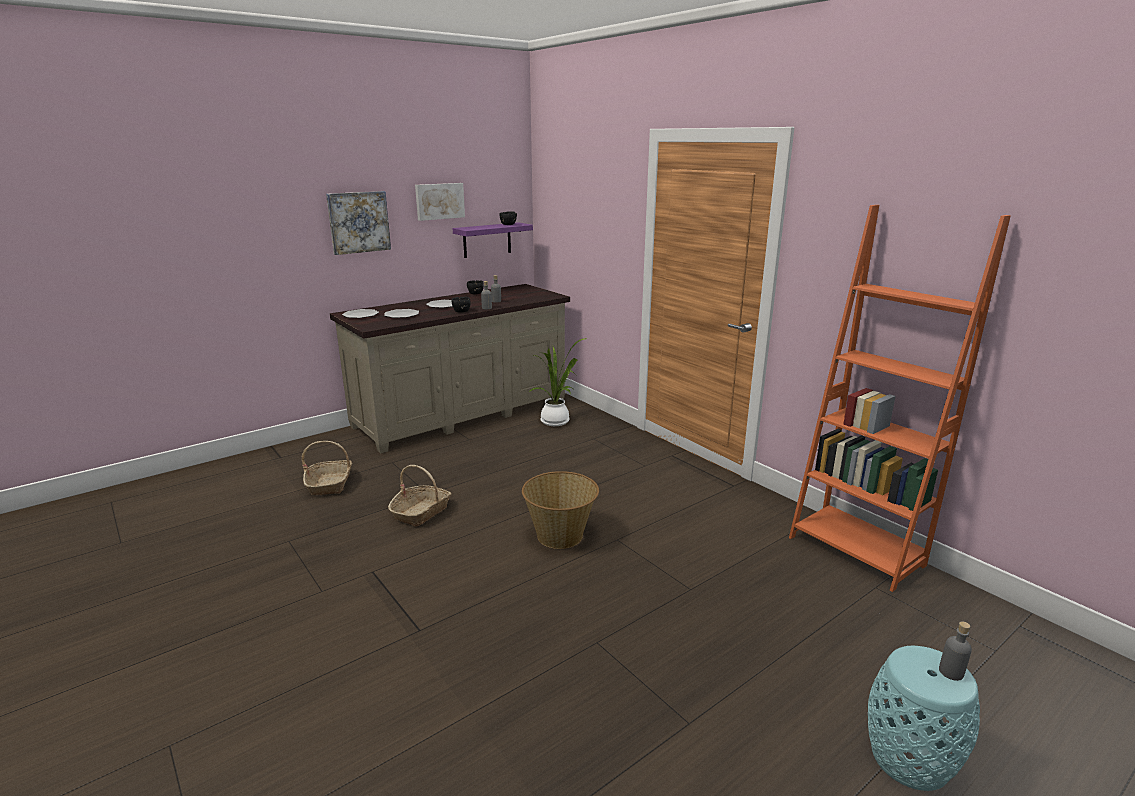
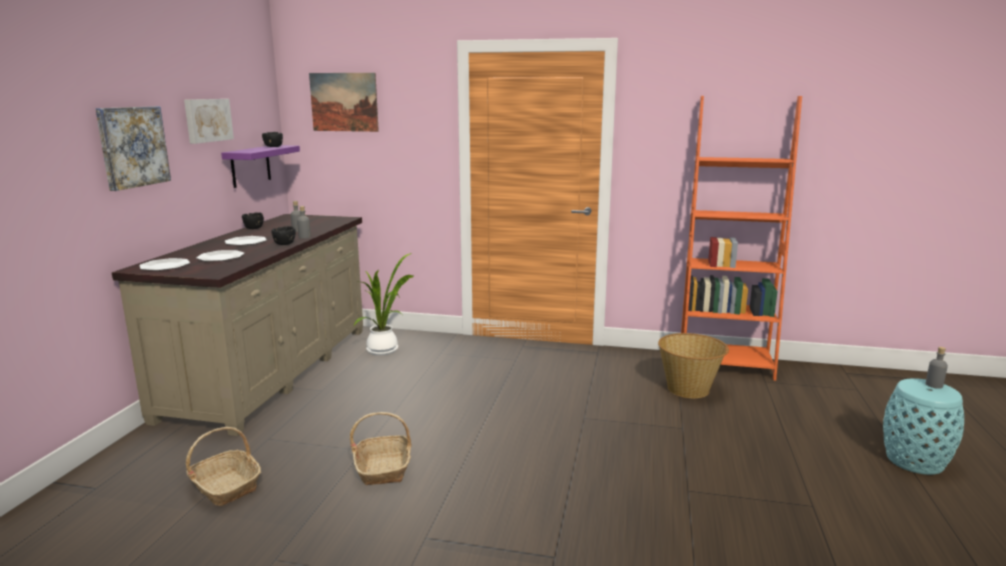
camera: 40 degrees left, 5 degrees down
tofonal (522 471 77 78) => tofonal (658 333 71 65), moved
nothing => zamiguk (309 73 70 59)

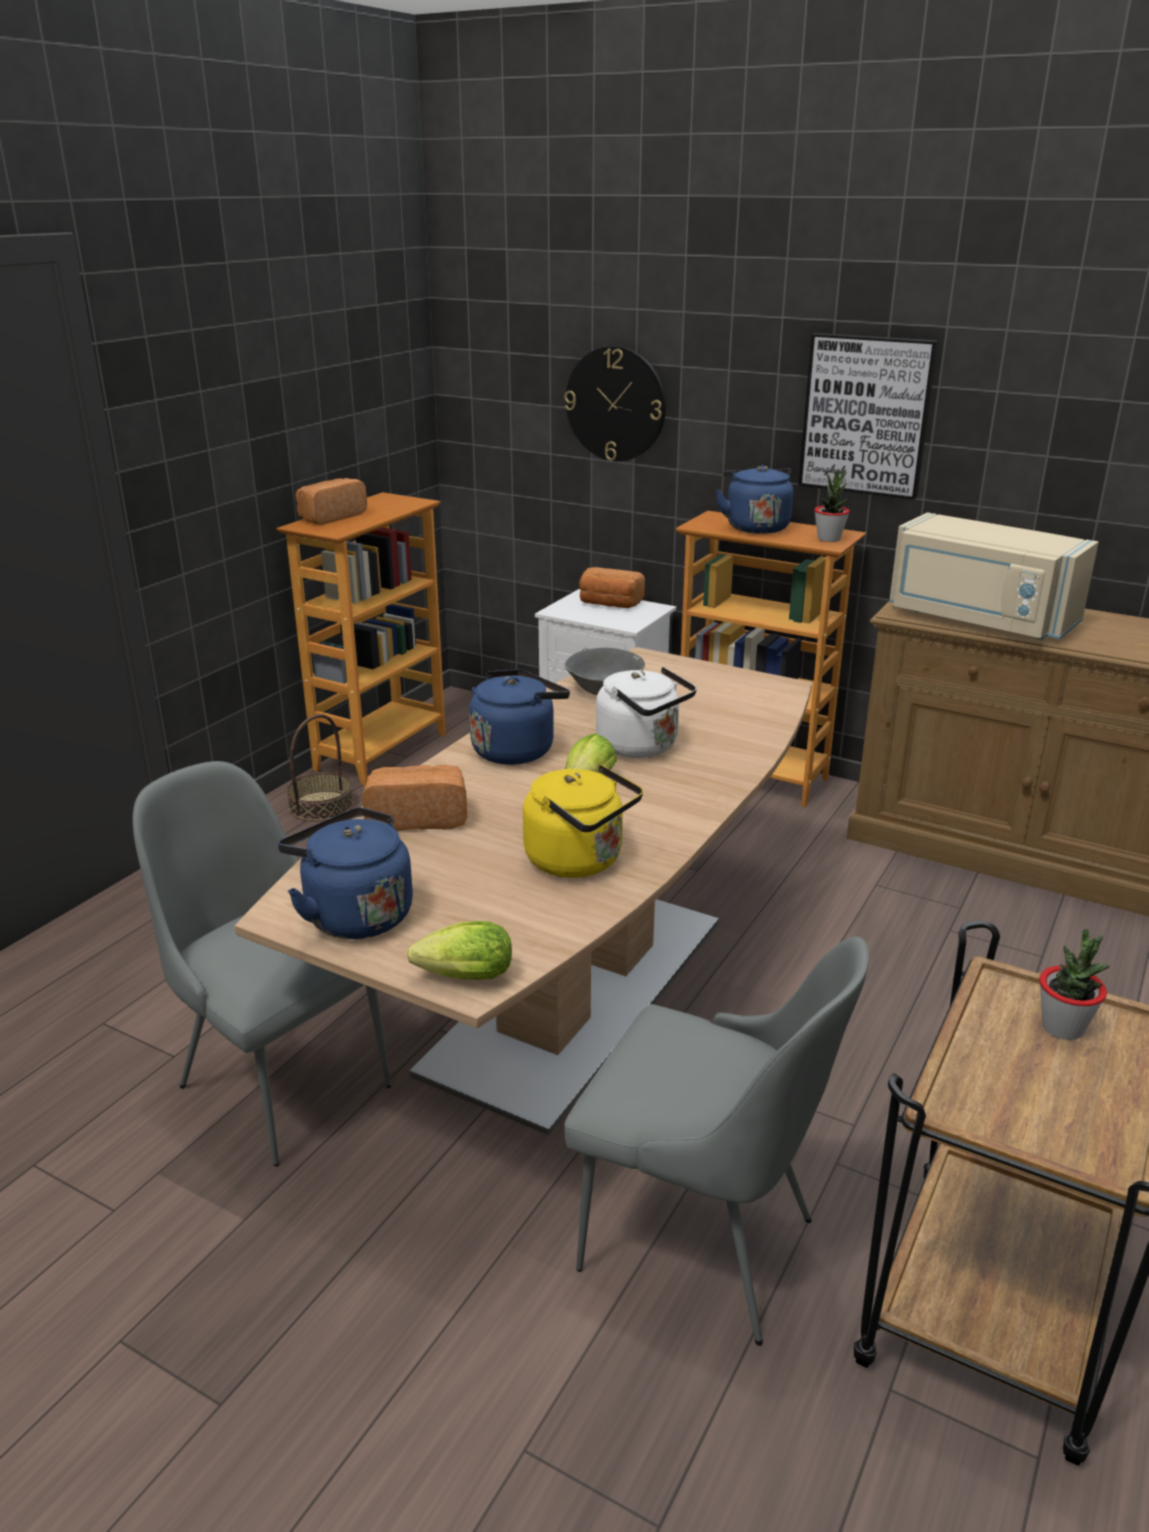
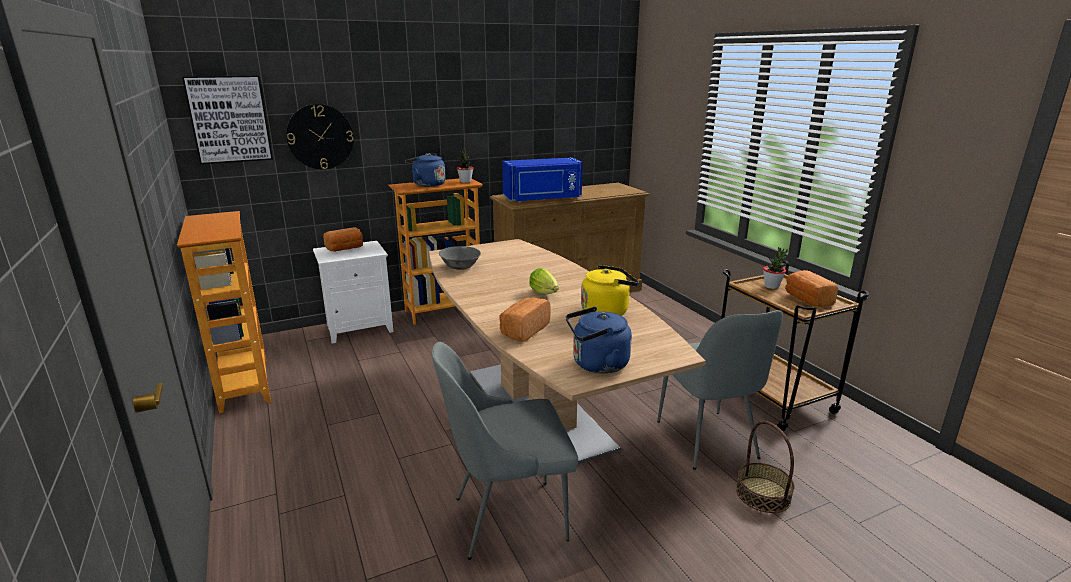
camera: 55 degrees left, 5 degrees down
zamiguk (798 333 140 167) => zamiguk (182 75 91 89), moved
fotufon (295 478 72 47) => fotufon (785 270 53 37), moved
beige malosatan (889 512 210 128) => blue malosatan (502 157 81 46)
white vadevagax (596 667 101 91) => nothing
blue vadevagax (469 669 101 96) => nothing
tofonal (287 714 66 108) => tofonal (736 421 58 92), moved
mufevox (407 921 105 58) => nothing
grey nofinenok (564 937 304 409) => grey nofinenok (657 310 126 160), 105 degrees clockwise

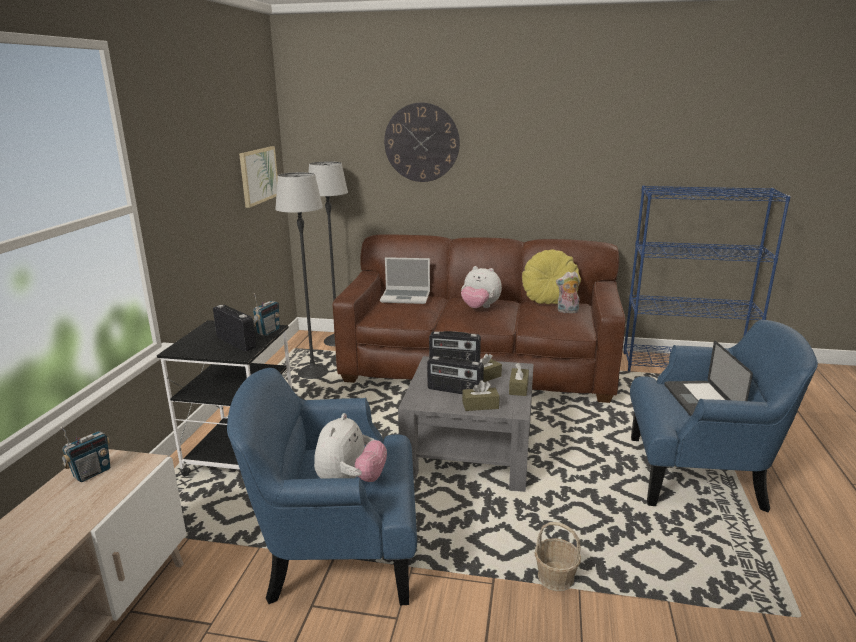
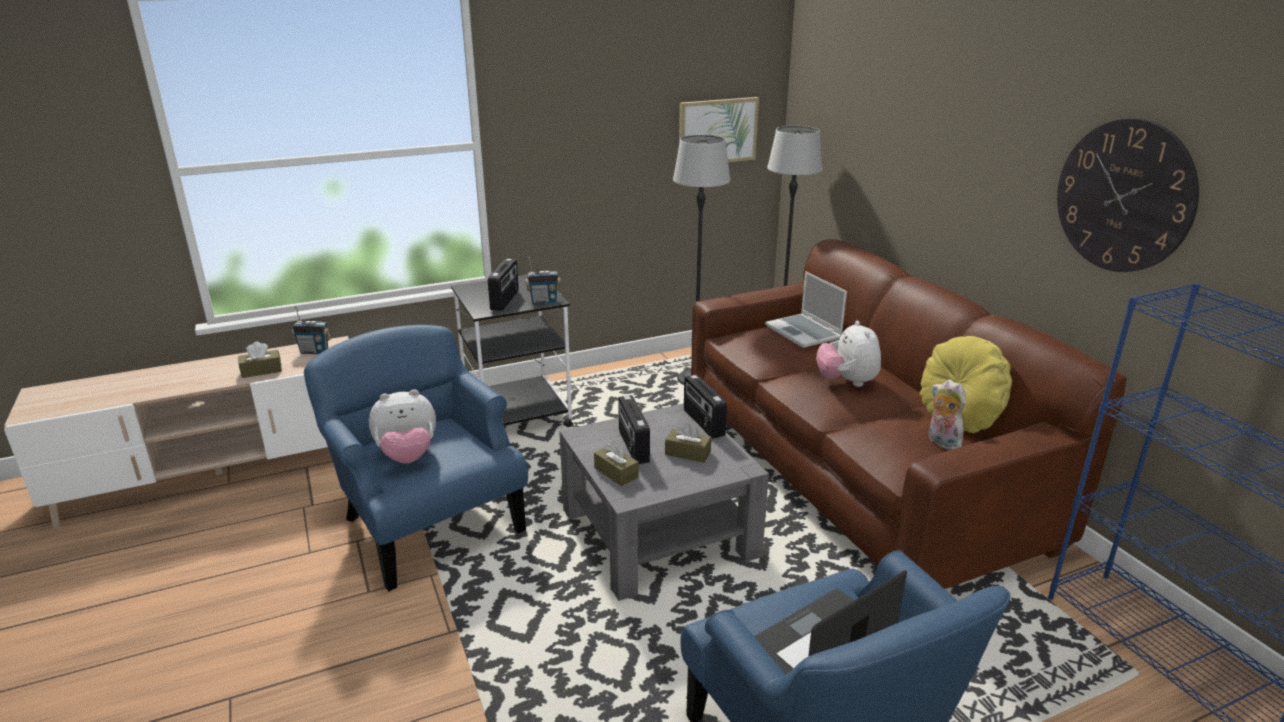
camera: 55 degrees right, 5 degrees up
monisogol (384 102 76 80) => monisogol (1057 118 142 154), moved
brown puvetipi (509 363 20 33) => brown puvetipi (239 342 43 36), moved
tofonal (534 522 47 69) => nothing

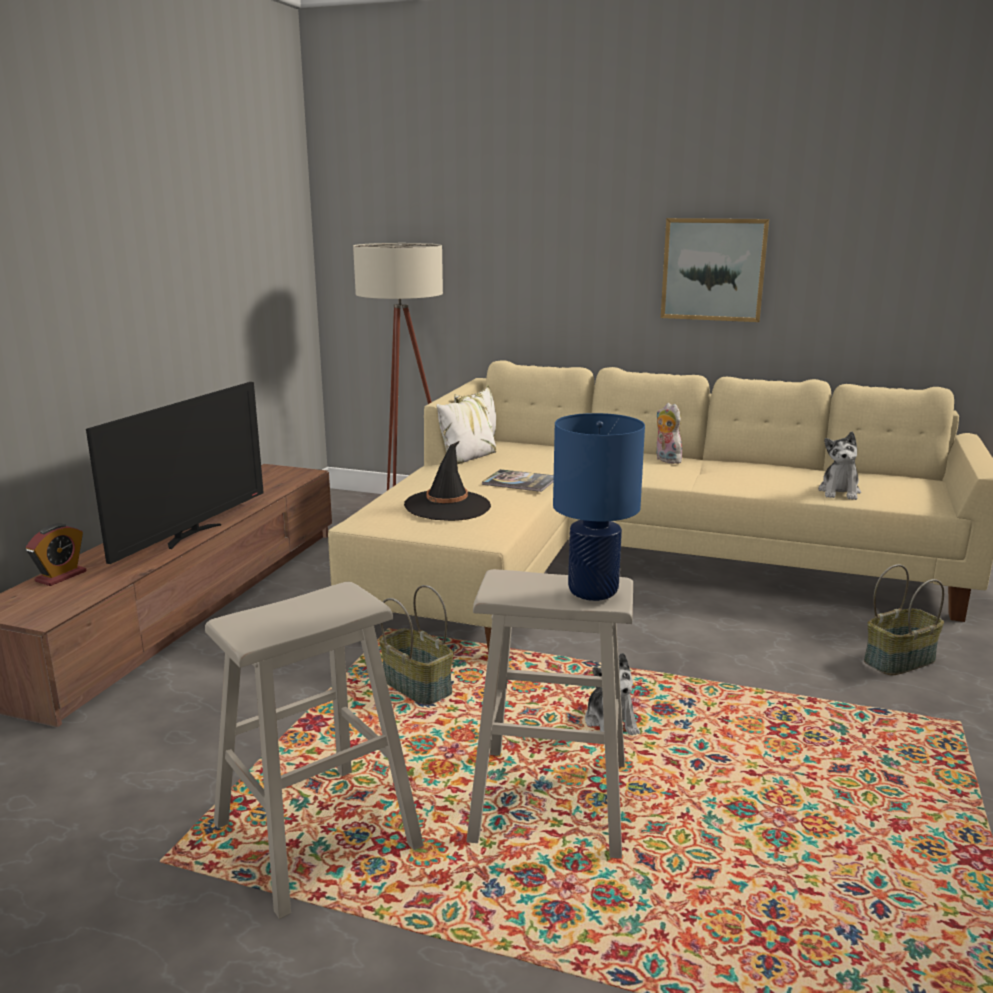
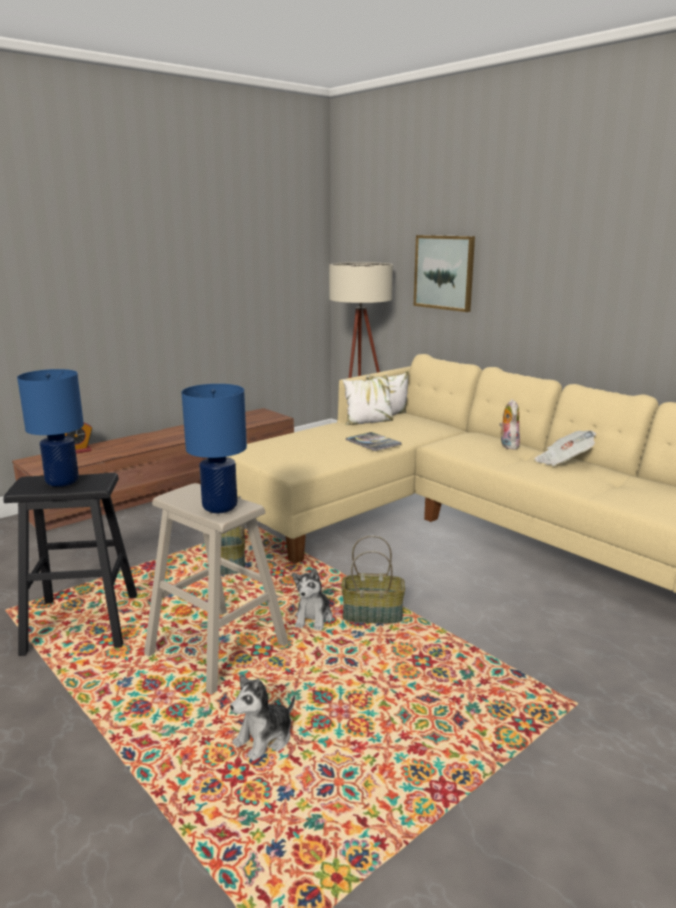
camera: 30 degrees right, 0 degrees up
zamiguk (661 218 108 104) => zamiguk (414 235 61 77), moved
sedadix (86 382 178 182) => nothing
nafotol (818 432 43 68) => nafotol (230 674 65 87), moved
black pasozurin (404 441 87 80) => nothing
tofonal (864 564 80 111) => tofonal (341 535 64 88), moved
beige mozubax (205 582 219 337) => black mozubax (3 473 134 183)
nothing => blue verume (17 369 67 118)
nothing => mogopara (534 430 62 36)

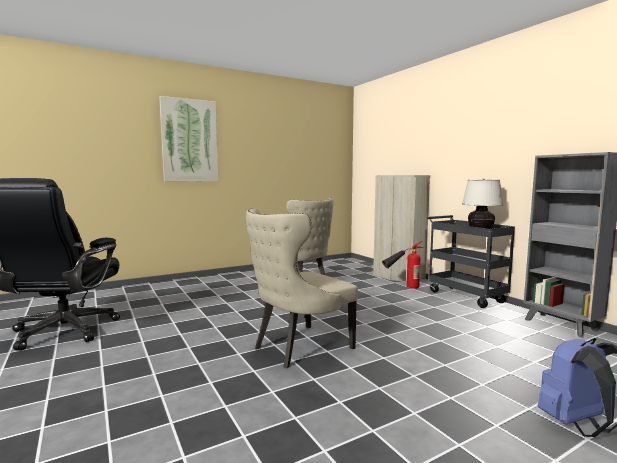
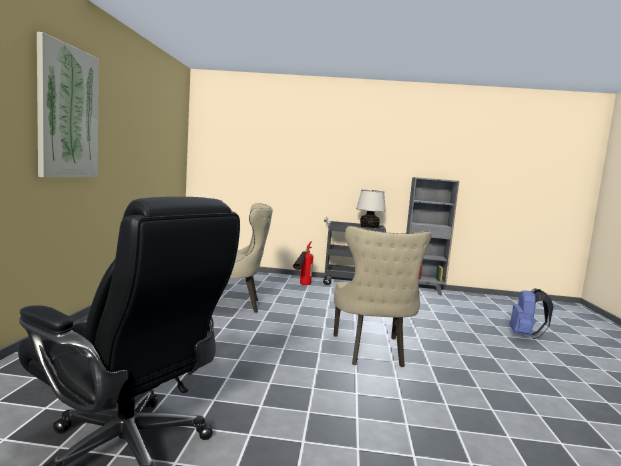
camera: 55 degrees left, 0 degrees up
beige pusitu (373 175 57 106) => nothing

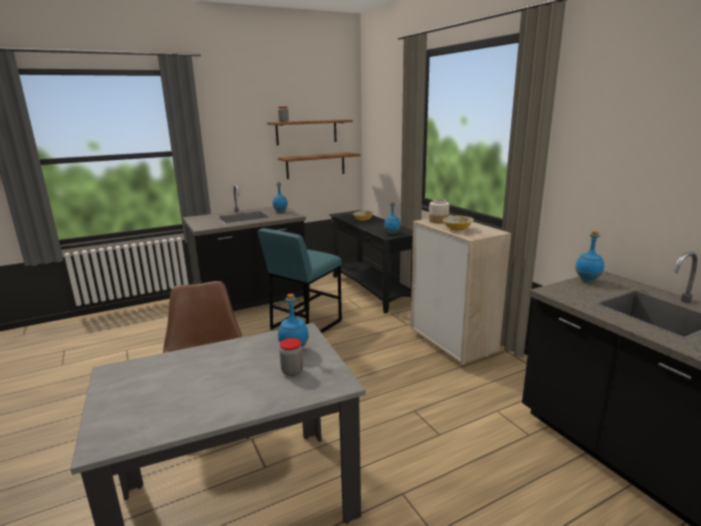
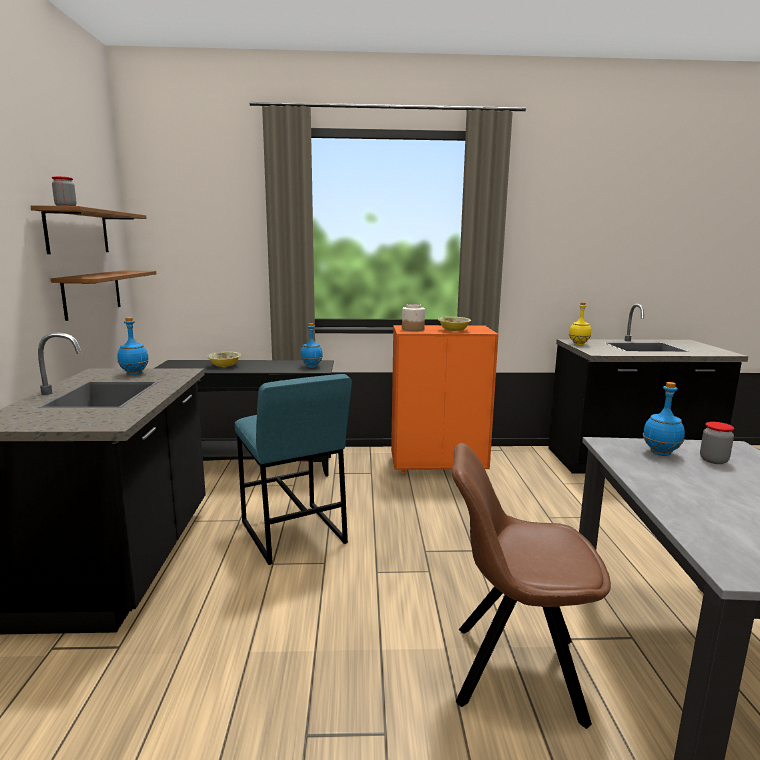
camera: 65 degrees left, 5 degrees down
beige pusitu (410 215 101 150) => orange pusitu (391 325 107 149)
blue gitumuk (575 231 29 51) => yellow gitumuk (569 302 22 43)

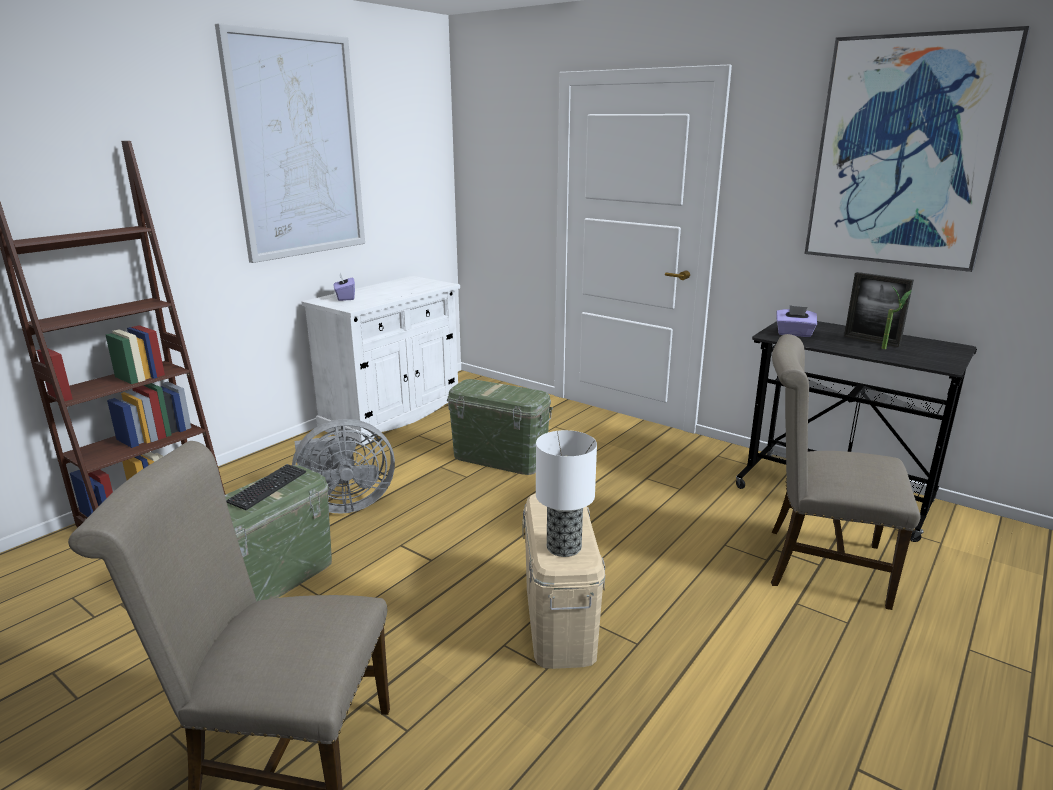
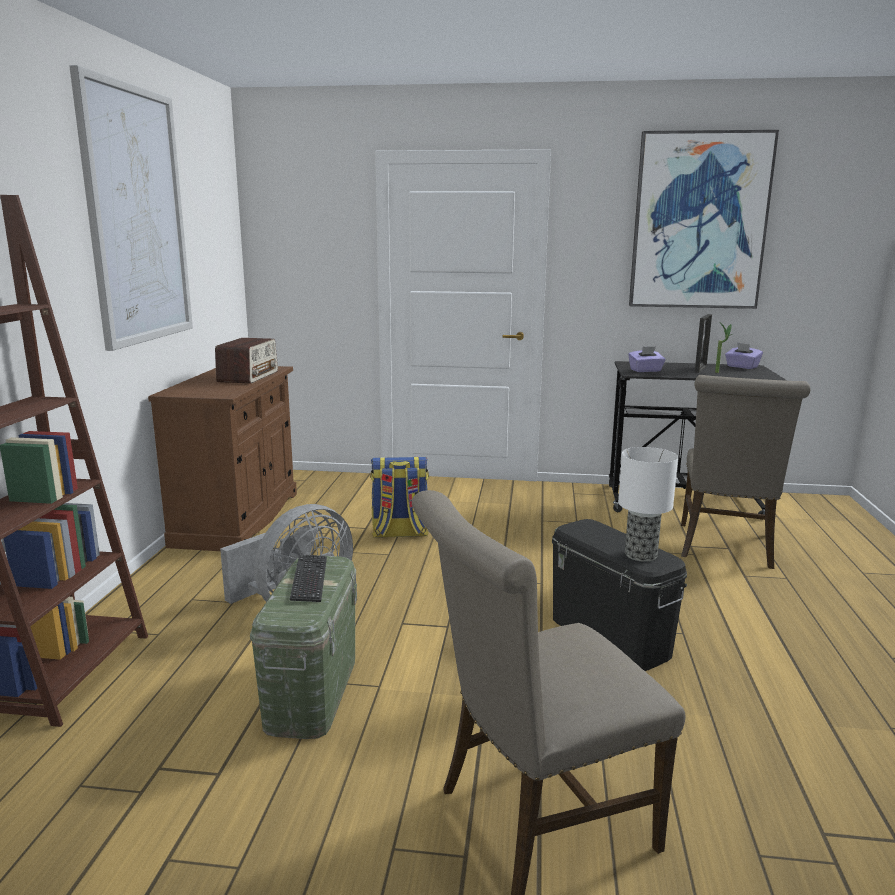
camera: 30 degrees left, 5 degrees down
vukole (844 272 70 75) => vukole (695 314 17 59), 75 degrees counterclockwise
purple puvetipi (333 273 22 28) => purple puvetipi (725 343 38 26), moved
white pusitu (302 276 158 169) => brown pusitu (148 366 149 185)
beige nofinenok (771 334 150 276) => beige nofinenok (681 375 129 194), 60 degrees counterclockwise
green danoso (447 379 106 96) => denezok (370 457 59 81)
beige danoso (522 494 84 175) => black danoso (552 519 135 152)
nothing => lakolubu (215 338 63 46)

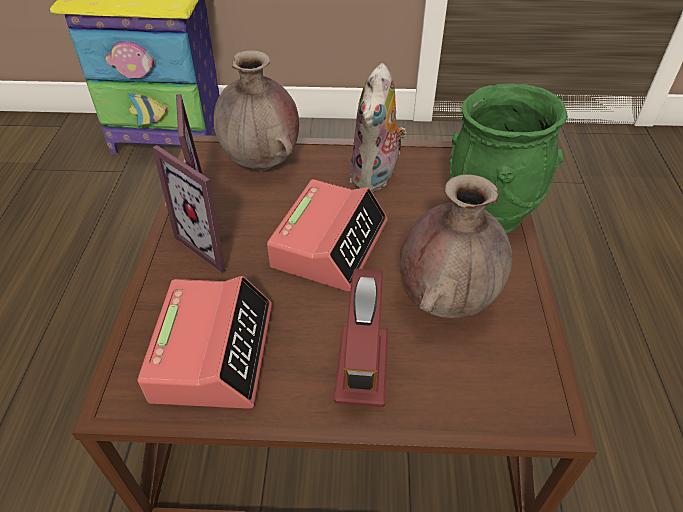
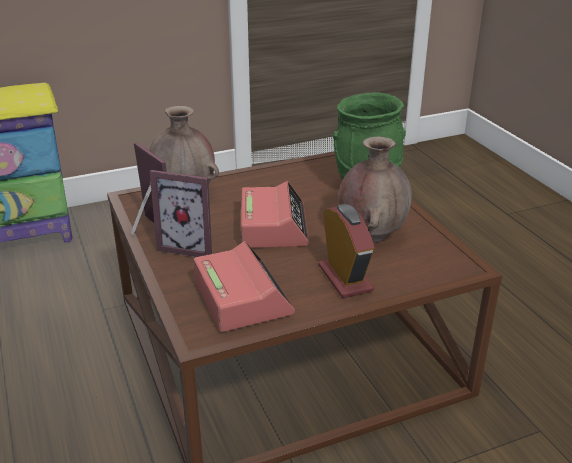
camera: 25 degrees left, 15 degrees down
nafotol (350 63 57 129) => nothing

